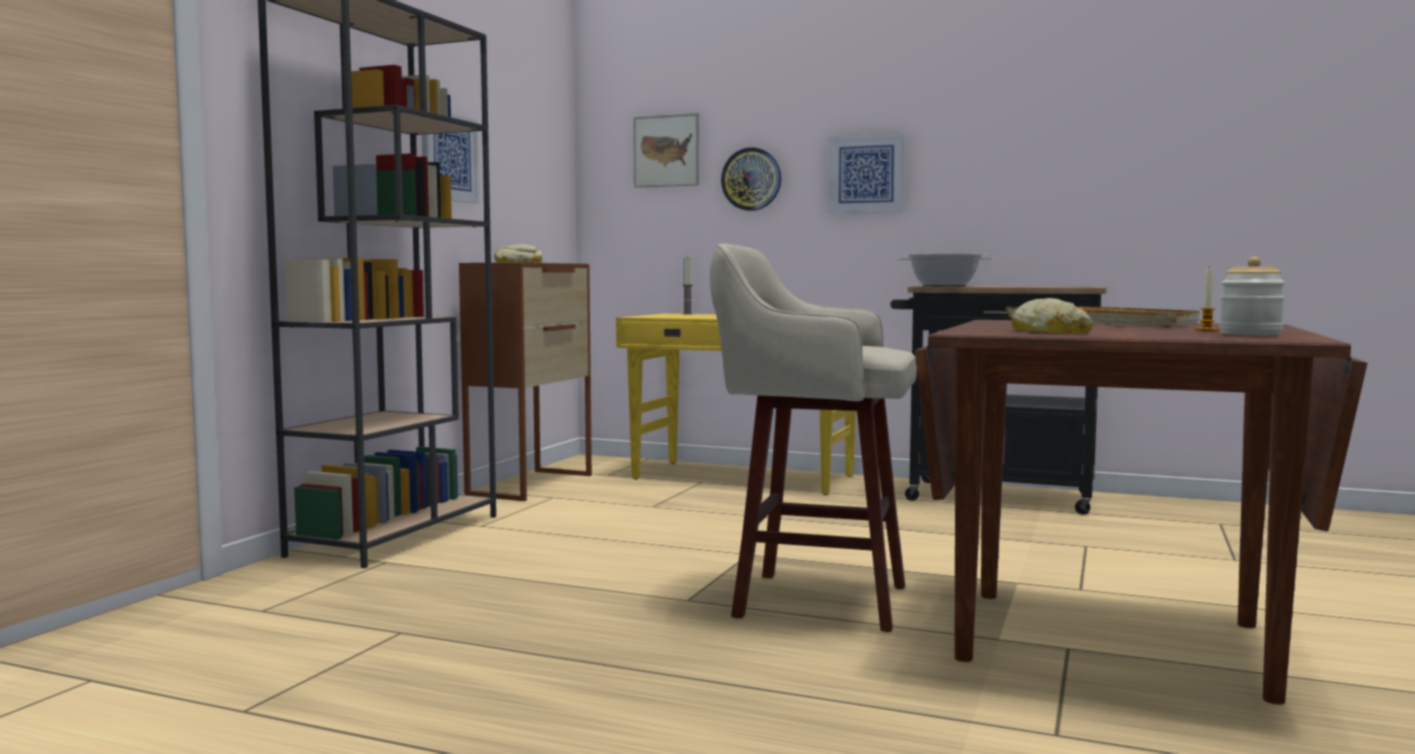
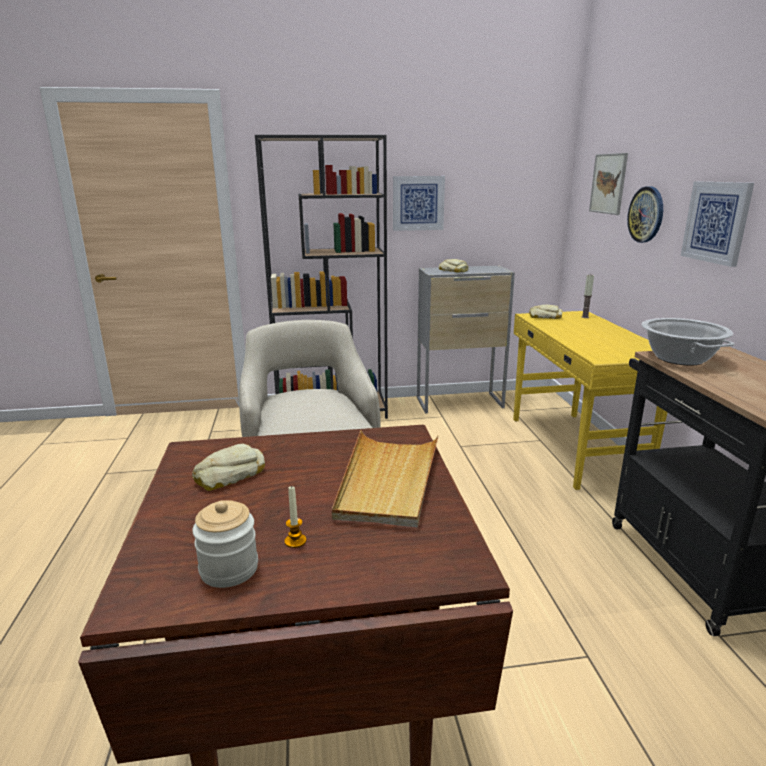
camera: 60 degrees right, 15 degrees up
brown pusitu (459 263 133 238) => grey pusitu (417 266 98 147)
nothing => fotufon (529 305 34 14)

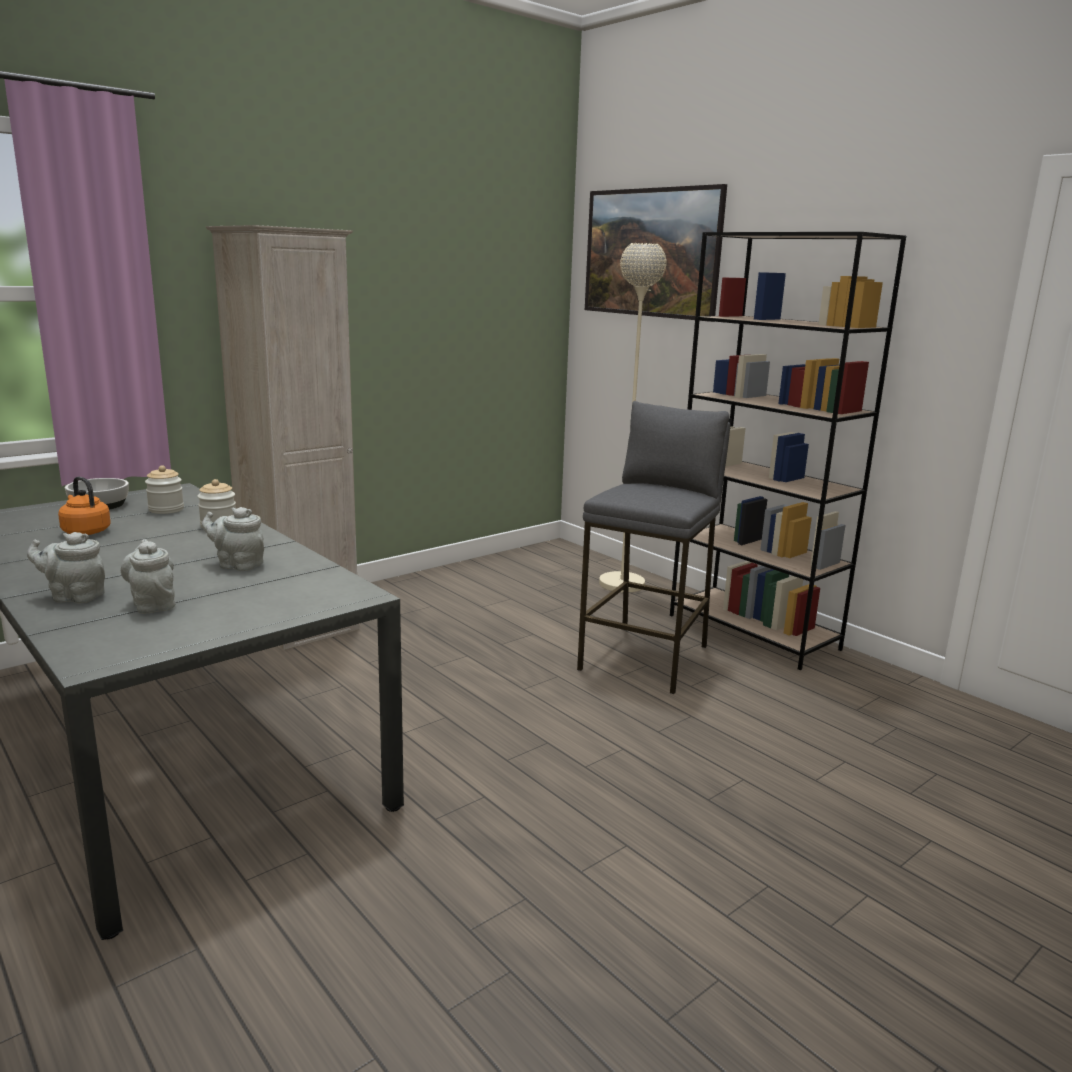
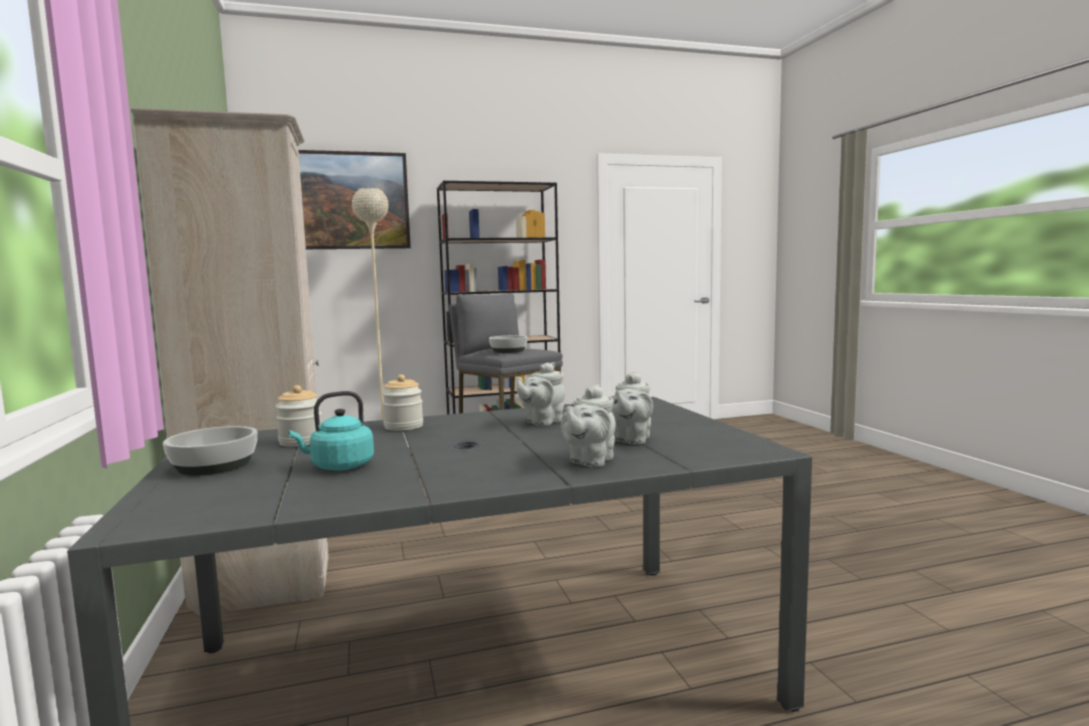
camera: 65 degrees left, 10 degrees down
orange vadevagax (58 476 53 59) => turquoise vadevagax (289 391 85 80)
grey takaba (121 539 54 75) => grey takaba (610 371 43 73), 60 degrees counterclockwise
nothing => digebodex (489 335 38 18)

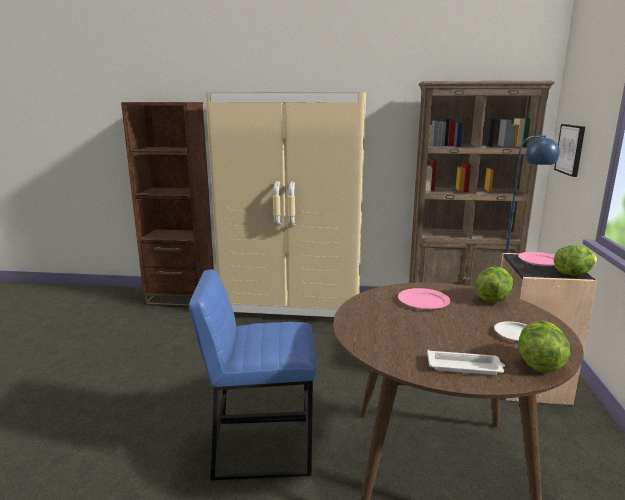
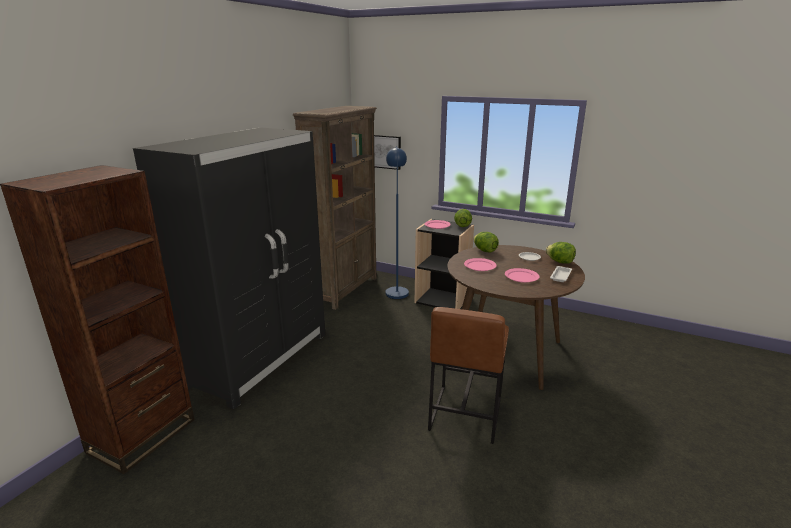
camera: 70 degrees left, 5 degrees up
beige pusitu (206 92 160 225) => black pusitu (133 128 192 281)
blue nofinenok (189 269 127 211) => brown nofinenok (428 307 81 137)
nothing => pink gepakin (505 268 34 15)

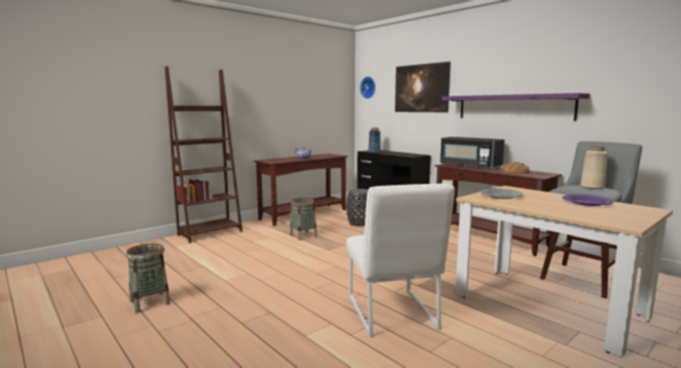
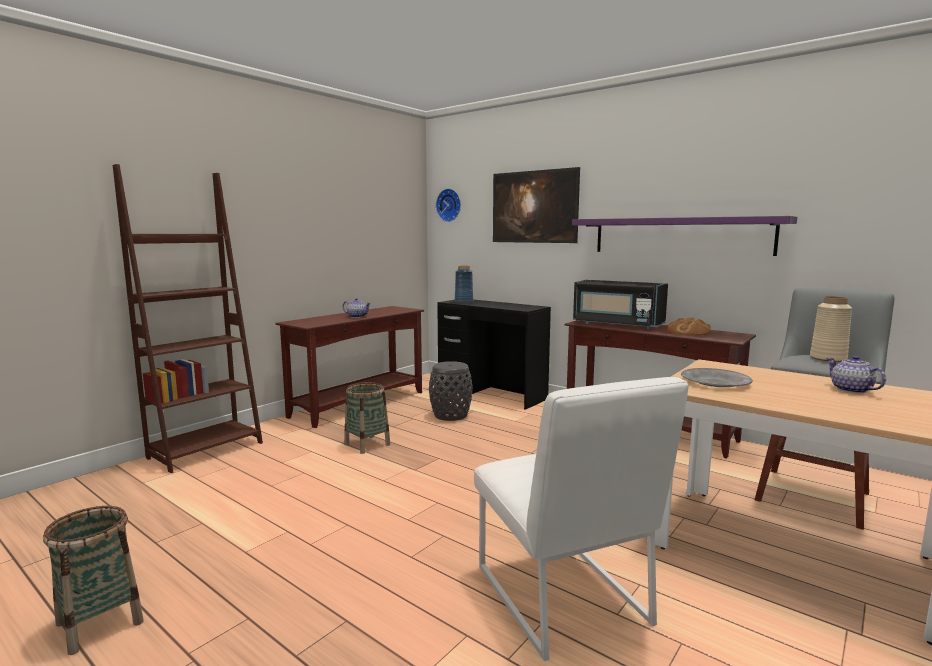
camera: 10 degrees left, 0 degrees up
purple gepakin (563 194 50 12) => takaba (826 356 60 38)

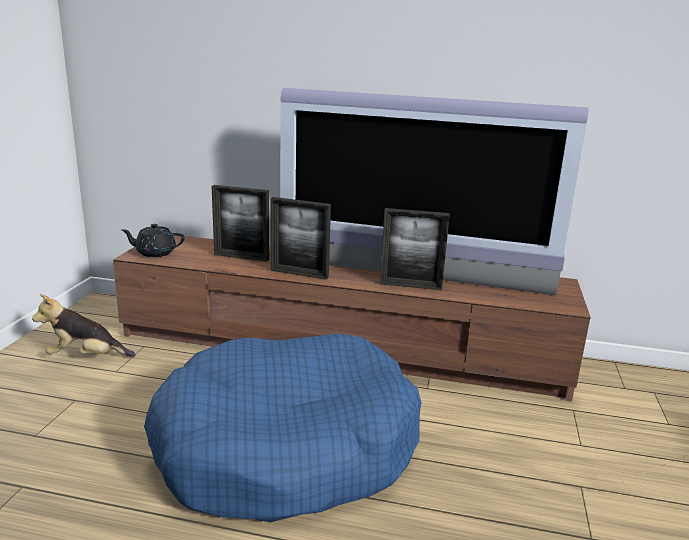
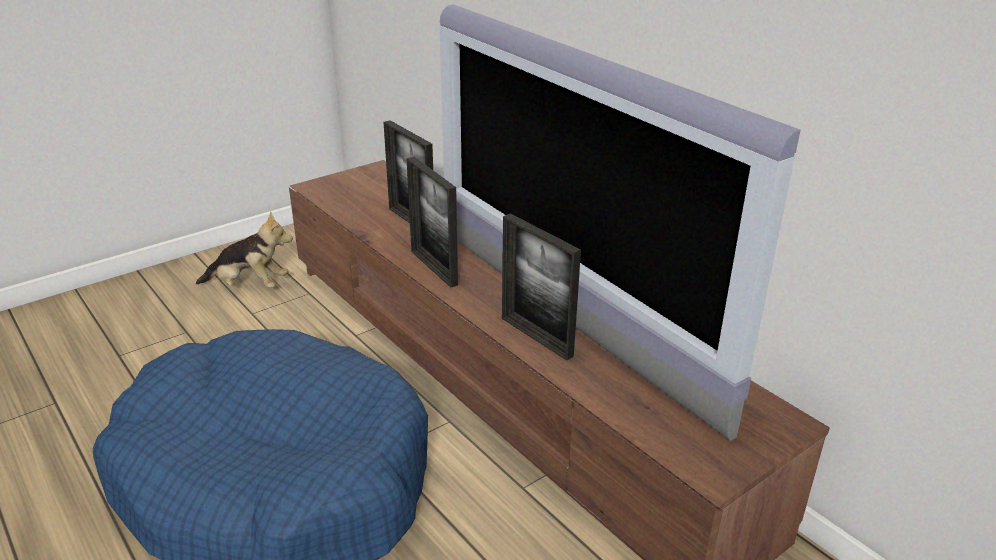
camera: 40 degrees right, 10 degrees up
black takaba (121 224 64 33) => nothing
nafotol (32 294 104 63) => nafotol (196 211 97 77), 150 degrees clockwise

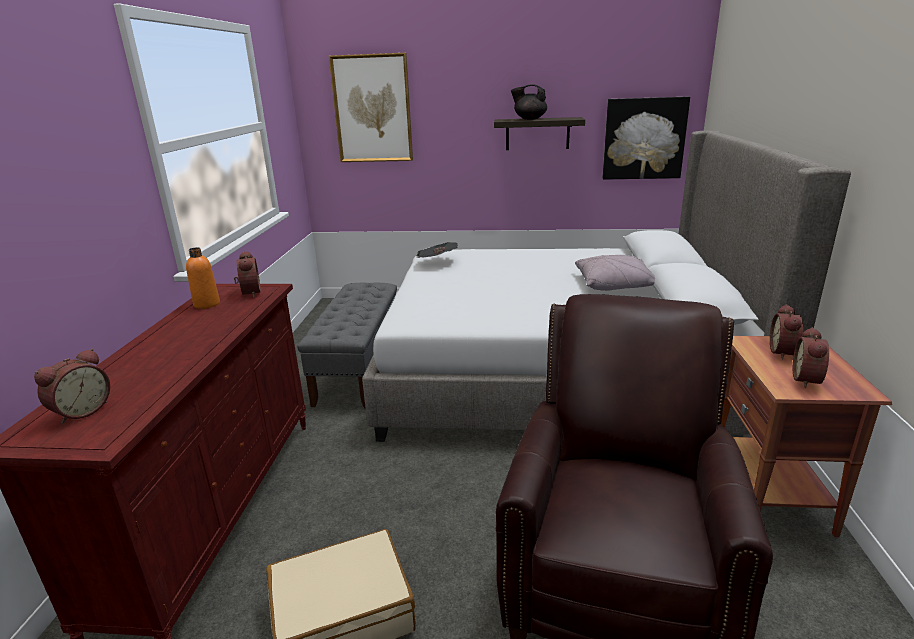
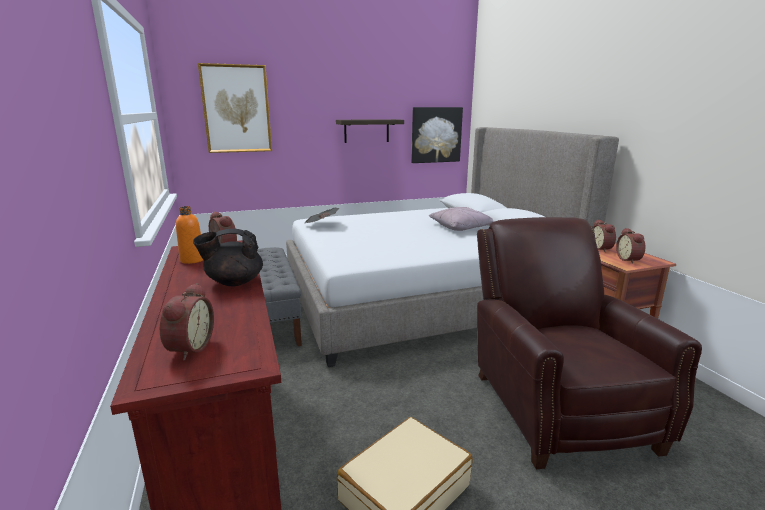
camera: 25 degrees left, 5 degrees down
black takaba (511 84 36 36) => black takaba (193 229 70 57), moved

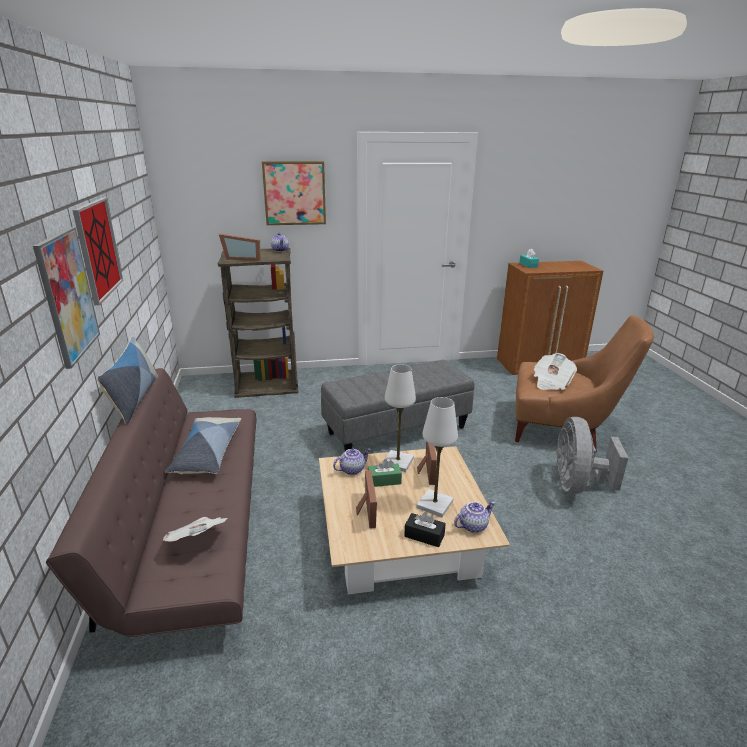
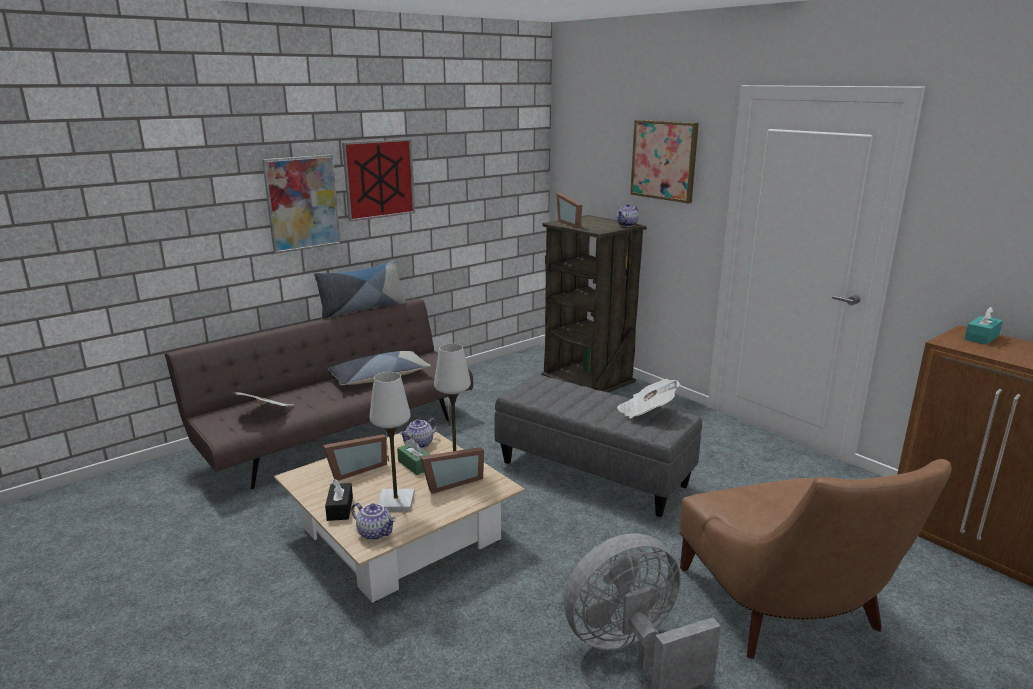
camera: 60 degrees right, 5 degrees down
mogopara (533 353 44 37) => mogopara (617 379 63 40), moved
takaba (333 448 38 27) => takaba (399 418 38 30), 105 degrees clockwise

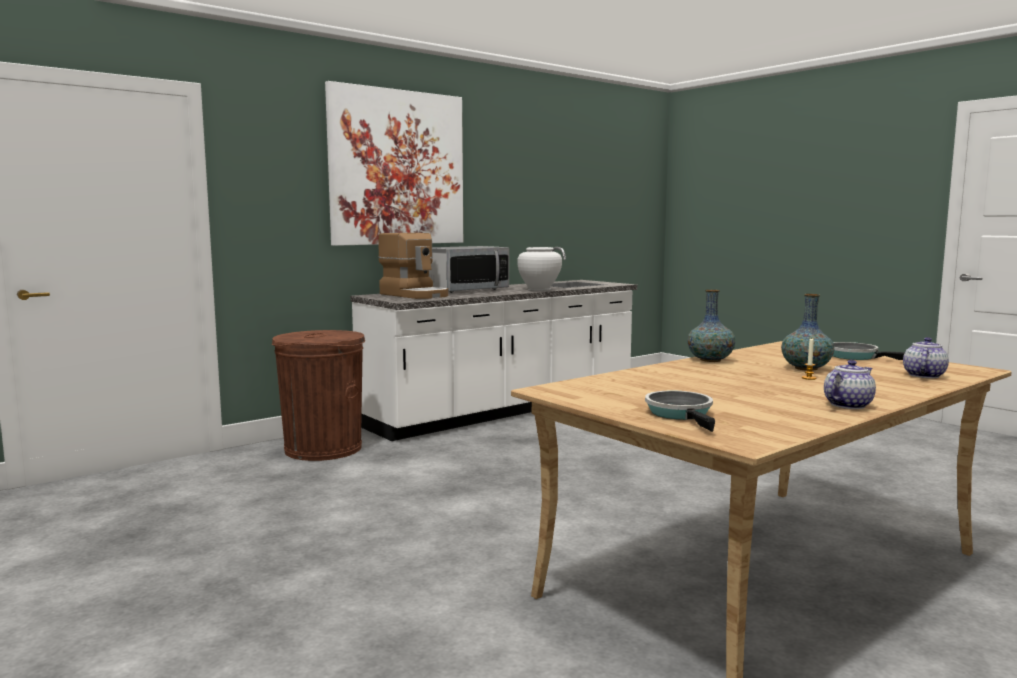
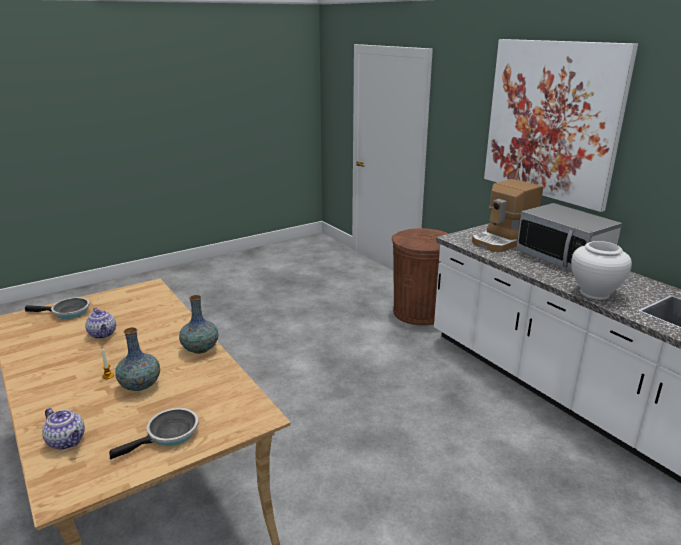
camera: 95 degrees right, 15 degrees up
takaba (824 360 52 49) => takaba (85 308 31 31), moved

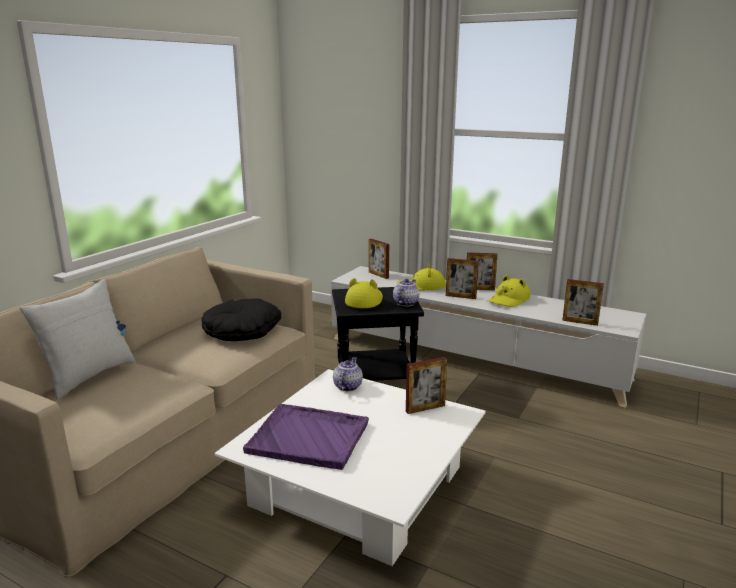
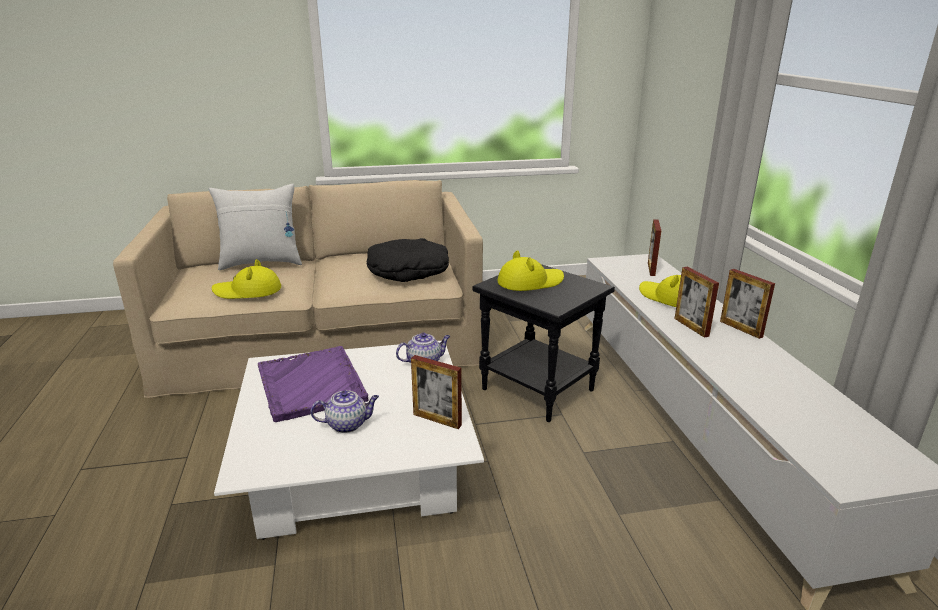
camera: 50 degrees right, 5 degrees up
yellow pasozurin (489 275 41 32) => yellow pasozurin (212 259 69 40), moved
takaba (393 279 26 27) => takaba (310 390 69 43), moved
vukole (562 279 42 47) => nothing

